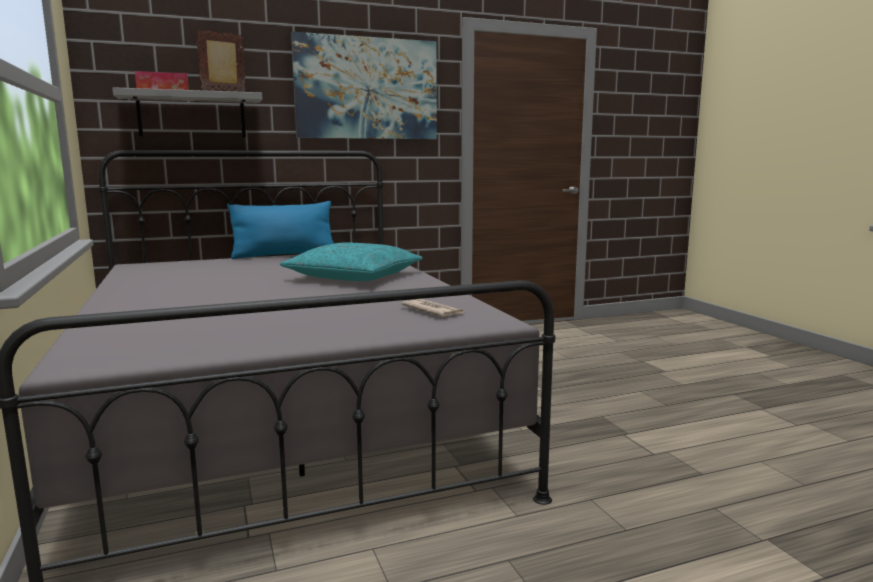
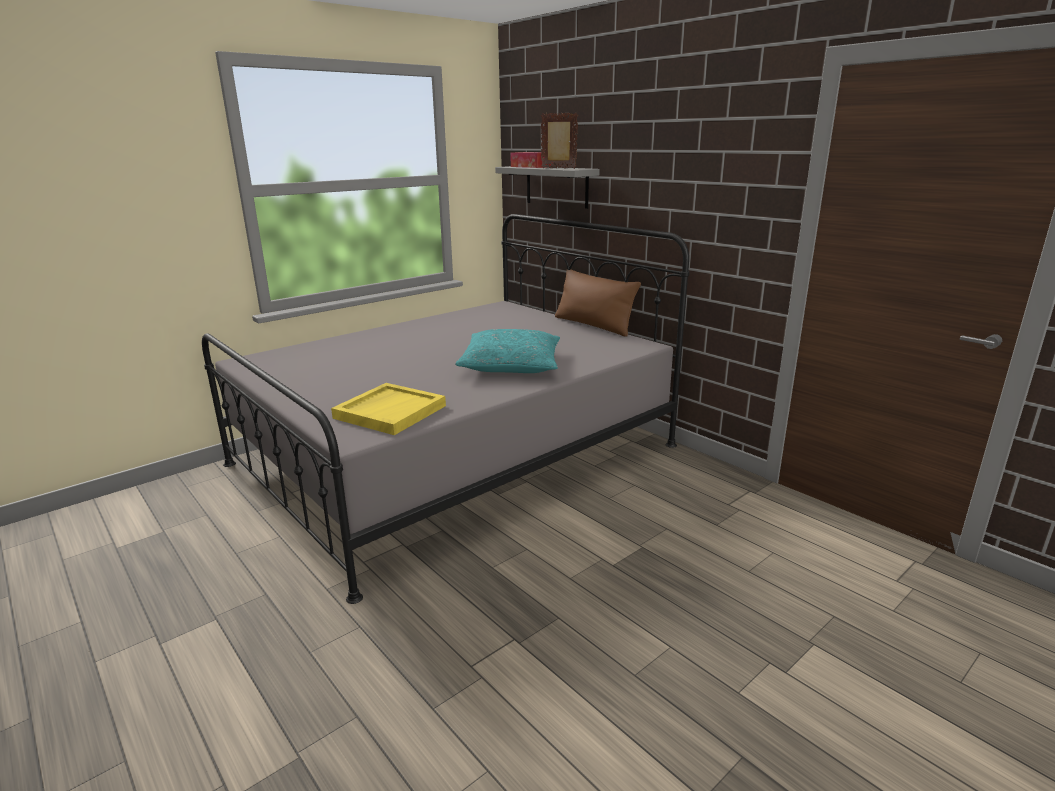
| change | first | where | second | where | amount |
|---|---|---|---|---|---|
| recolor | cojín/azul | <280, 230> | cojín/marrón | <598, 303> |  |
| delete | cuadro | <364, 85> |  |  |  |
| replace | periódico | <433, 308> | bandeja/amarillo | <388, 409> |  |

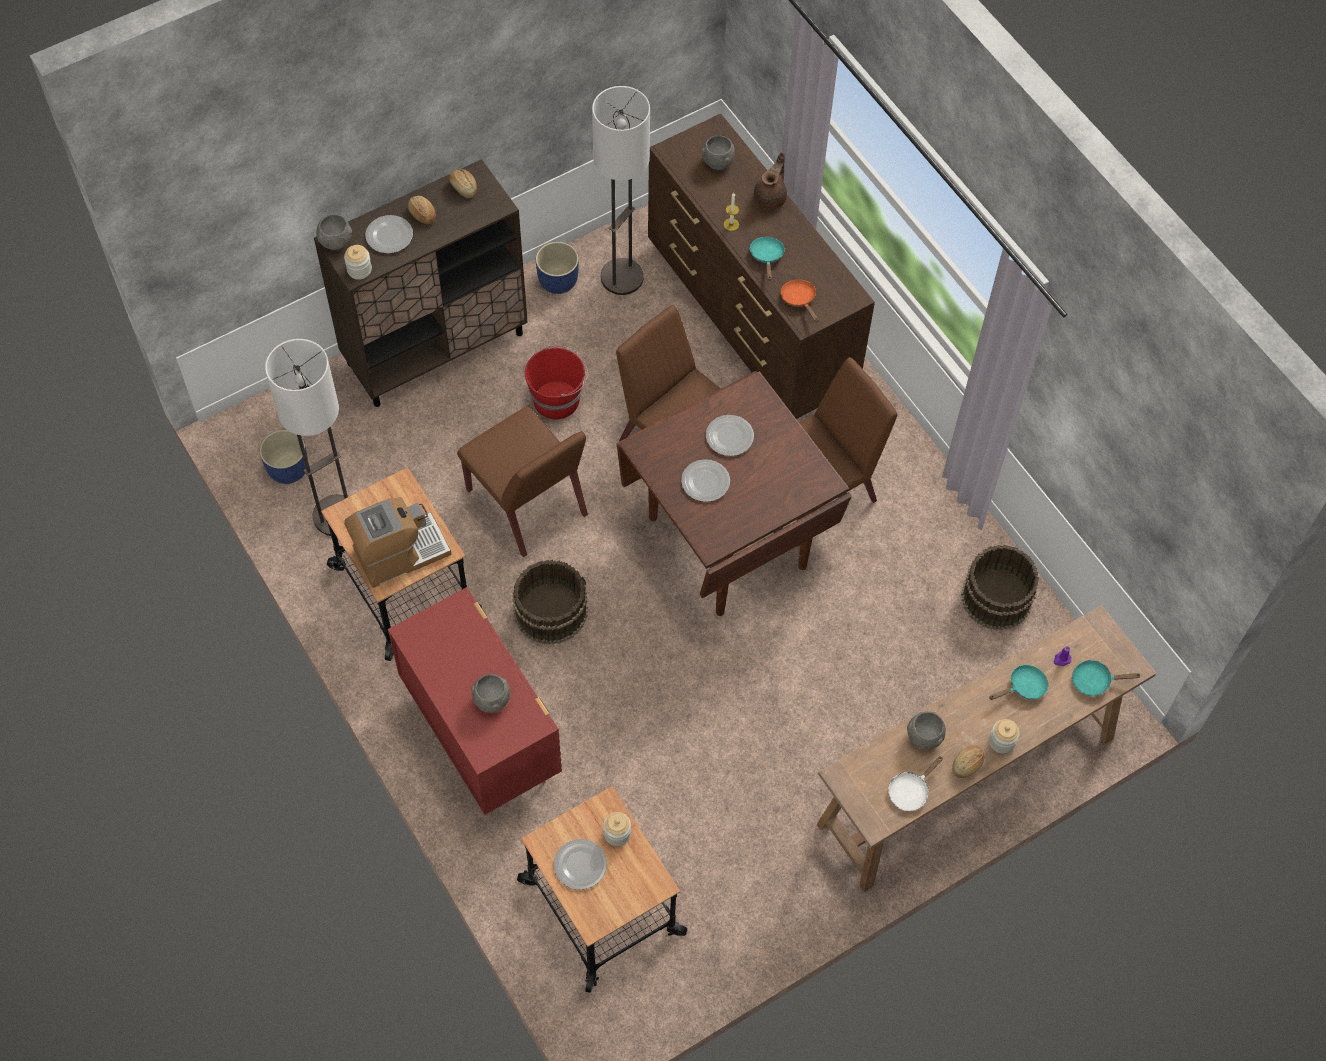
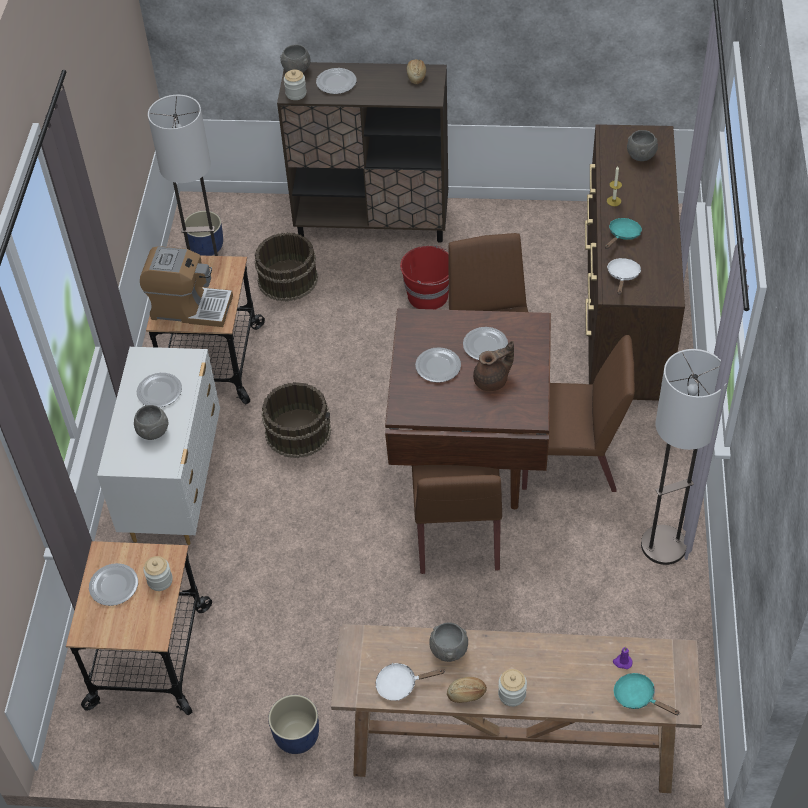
| change | first | where | second | where | amount |
|---|---|---|---|---|---|
| recolor | cómoda/rojo | <475, 701> | cómoda/blanco | <158, 446> |  |
| delete | pan | <422, 210> |  |  |  |
| move | silla/marrón | <522, 481> |  | <457, 519> |  |
| move | maceta/azul | <557, 268> |  | <293, 724> |  |
| move | lámpara de pie | <621, 190> |  | <684, 457> |  |
| move | tetera/marrón | <770, 181> |  | <493, 366> |  |
| recolor | sartén/naranja | <800, 300> | sartén/blanco | <624, 276> |  |
| move | cubo/marrón | <1000, 587> |  | <286, 267> |  |
| delete | sartén/turquesa | <1018, 682> |  |  |  |
| insert |  |  | plato | <159, 390> |  |

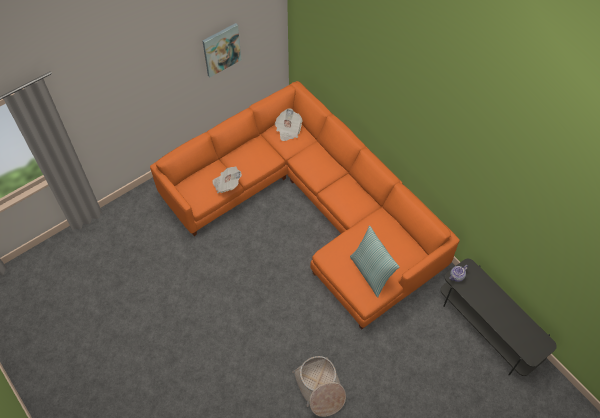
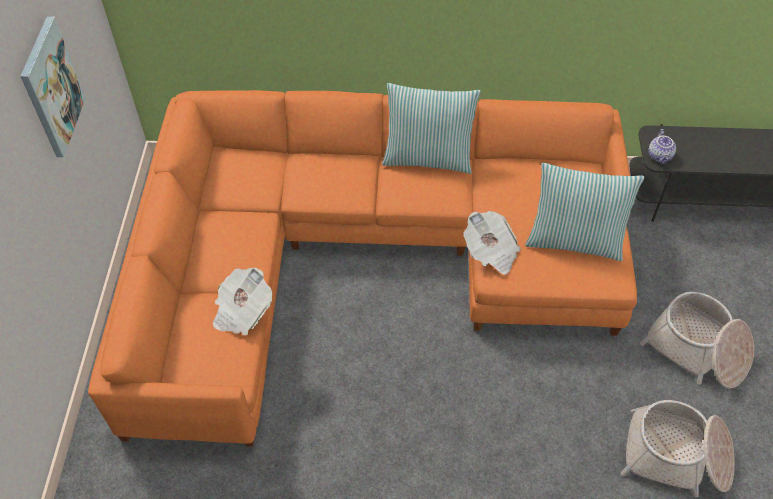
| change | first | where | second | where | amount |
|---|---|---|---|---|---|
| move | periódico | <288, 125> |  | <492, 243> |  |
| insert |  |  | cojín | <431, 128> |  |
| insert |  |  | cesta | <697, 340> |  |

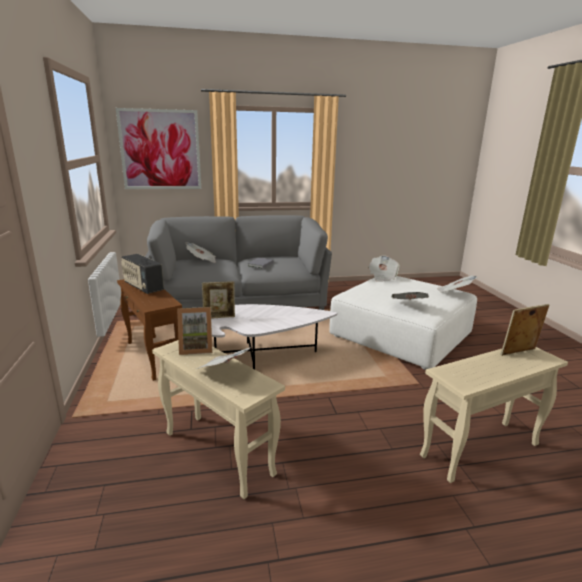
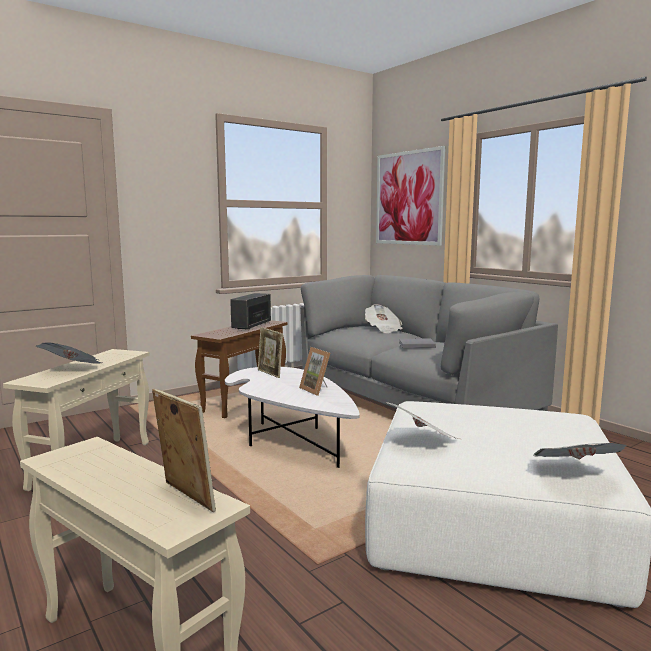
| change | first | where | second | where | amount |
|---|---|---|---|---|---|
| move | portarretratos | <195, 331> |  | <314, 371> |  |
| delete | periódico | <384, 268> |  |  |  |

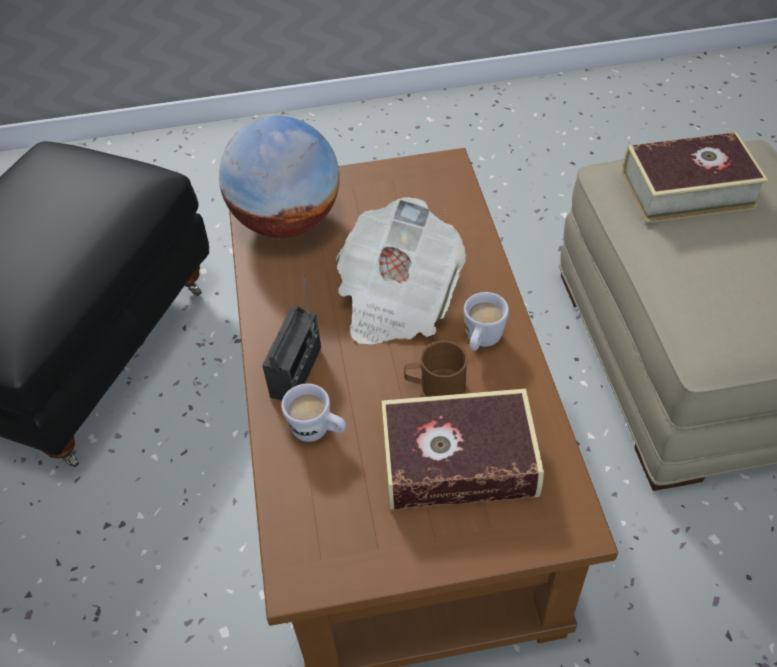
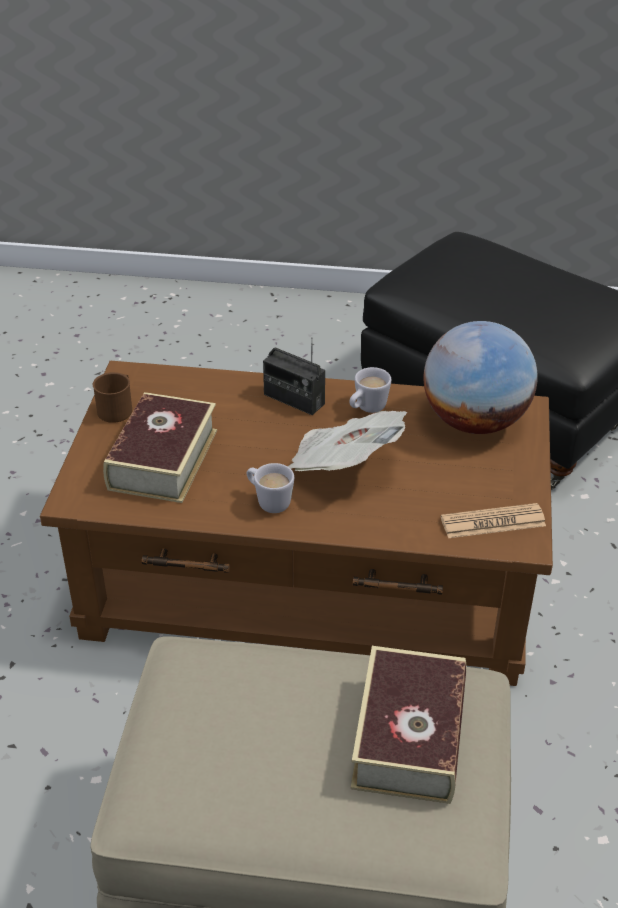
| change | first | where | second | where | amount |
|---|---|---|---|---|---|
| move | taza grande/blanco | <313, 413> |  | <370, 390> |  |
| move | taza grande/marrón | <436, 368> |  | <112, 397> |  |
| insert |  |  | periódico | <493, 520> |  |

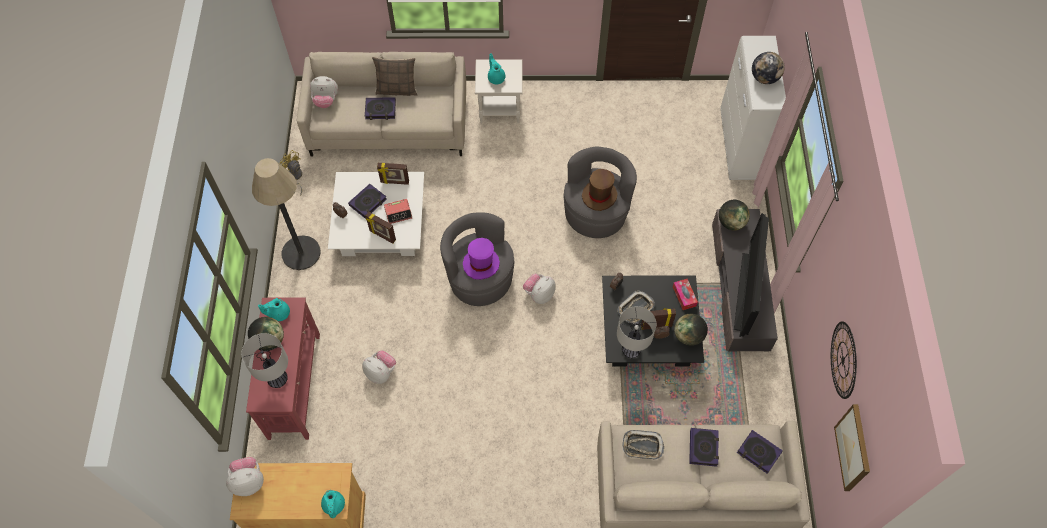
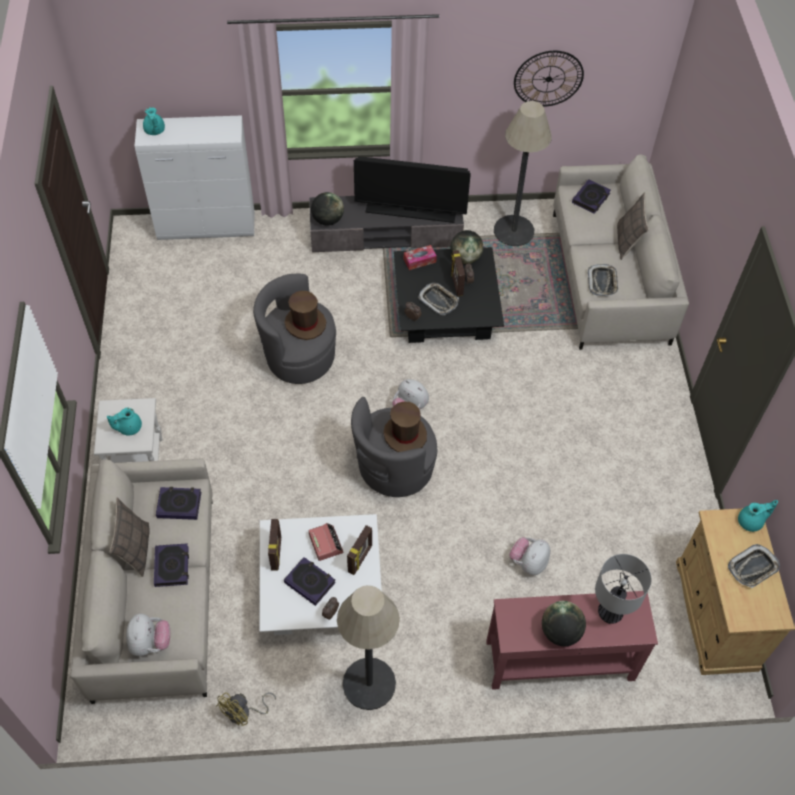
| change | first | where | second | where | amount |
|---|---|---|---|---|---|
| delete | peluche | <245, 476> |  |  |  |
| move | tetera/turquesa | <274, 309> |  | <154, 121> |  |
| recolor | sombrero/morado | <481, 259> | sombrero/marrón | <405, 427> |  |
| delete | lámpara de mesa | <636, 332> |  |  |  |
| move | libro | <704, 447> |  | <178, 503> |  |
| delete | globo terráqueo | <768, 68> |  |  |  |
| delete | cuadro | <852, 447> |  |  |  |
| insert |  |  | lámpara de pie | <523, 173> |  |
| insert |  |  | cojín | <632, 226> |  |
| insert |  |  | bandeja | <754, 566> |  |

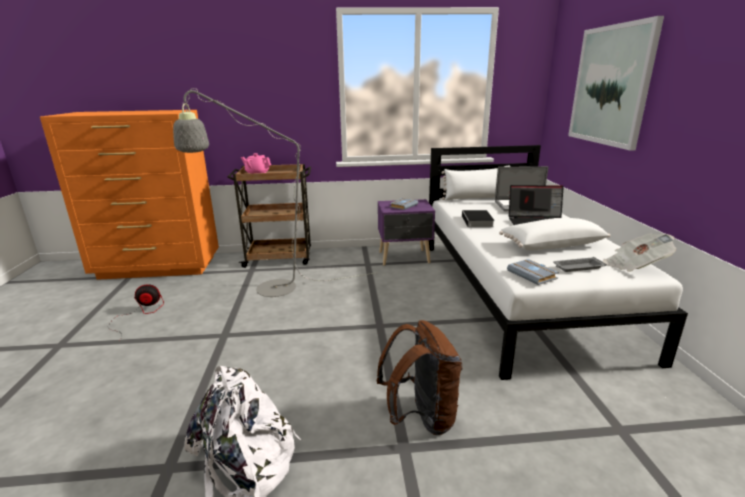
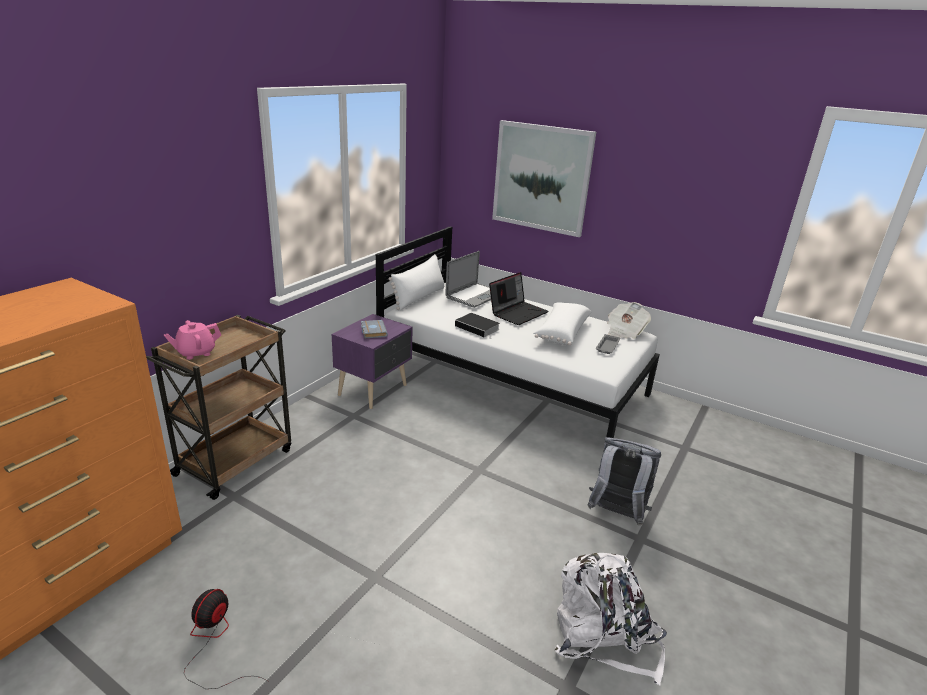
| change | first | where | second | where | amount |
|---|---|---|---|---|---|
| delete | lámpara de pie/gris | <273, 192> |  |  |  |
| recolor | mochila/marrón | <419, 377> | mochila/gris | <624, 481> |  |
| delete | libro/gris | <533, 272> |  |  |  |

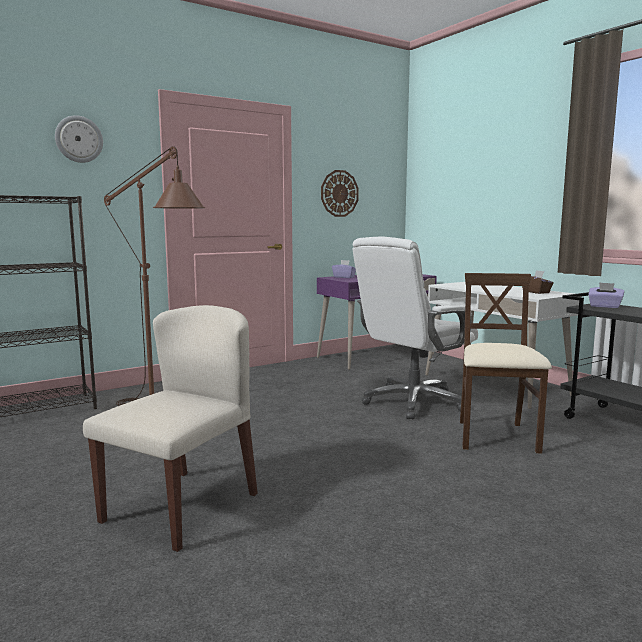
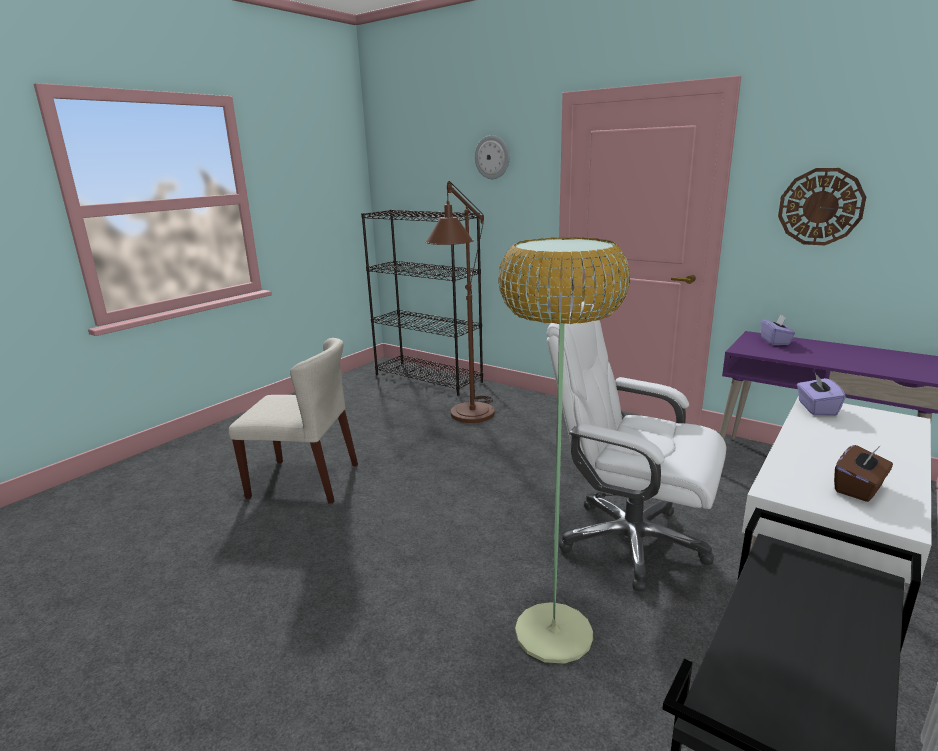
| change | first | where | second | where | amount |
|---|---|---|---|---|---|
| replace | silla/beis | <506, 363> | lámpara de pie | <564, 450> |  |
| move | caja de pañuelos/morado | <606, 295> |  | <821, 394> |  |

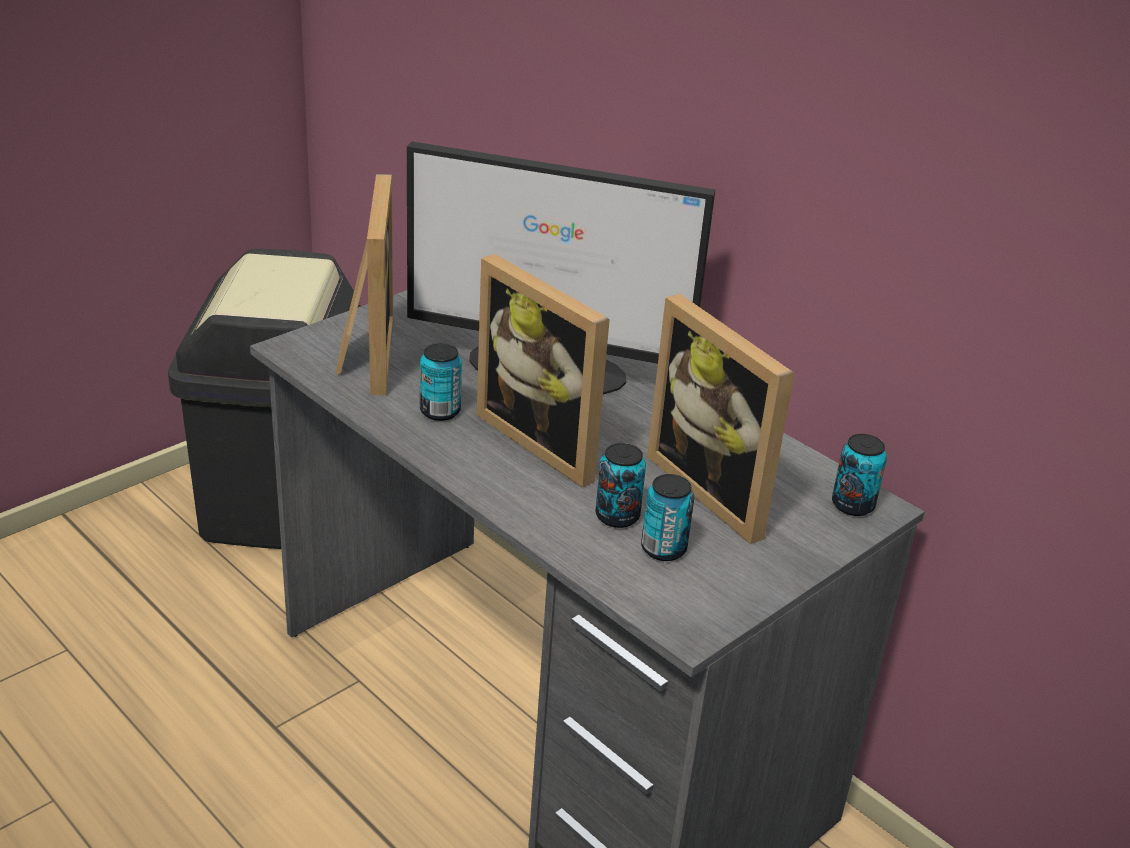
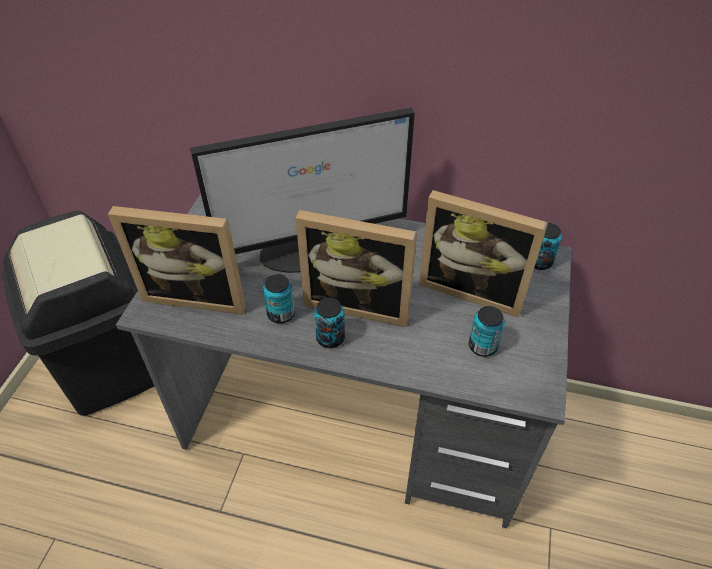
| change | first | where | second | where | amount |
|---|---|---|---|---|---|
| rotate | portarretratos | <364, 284> |  | <177, 260> | 135 degrees clockwise |
| move | lata | <621, 485> |  | <329, 323> |  |

